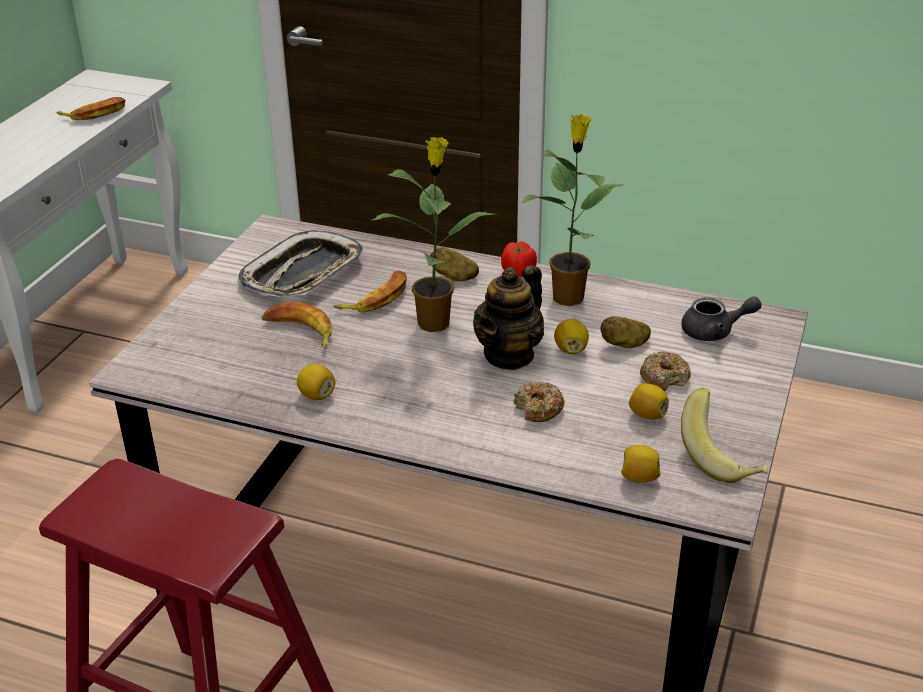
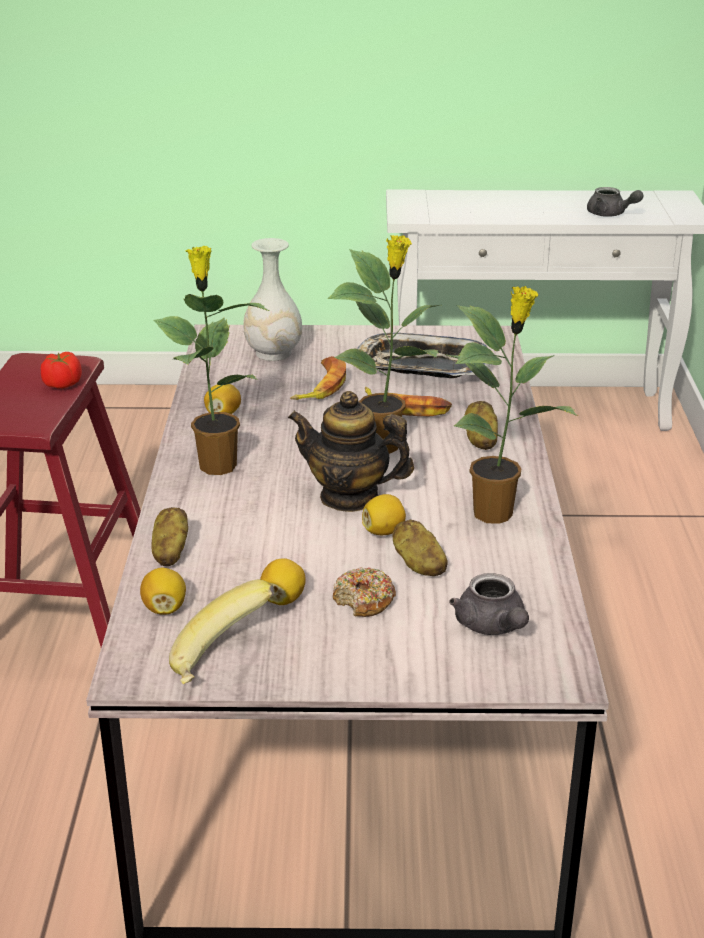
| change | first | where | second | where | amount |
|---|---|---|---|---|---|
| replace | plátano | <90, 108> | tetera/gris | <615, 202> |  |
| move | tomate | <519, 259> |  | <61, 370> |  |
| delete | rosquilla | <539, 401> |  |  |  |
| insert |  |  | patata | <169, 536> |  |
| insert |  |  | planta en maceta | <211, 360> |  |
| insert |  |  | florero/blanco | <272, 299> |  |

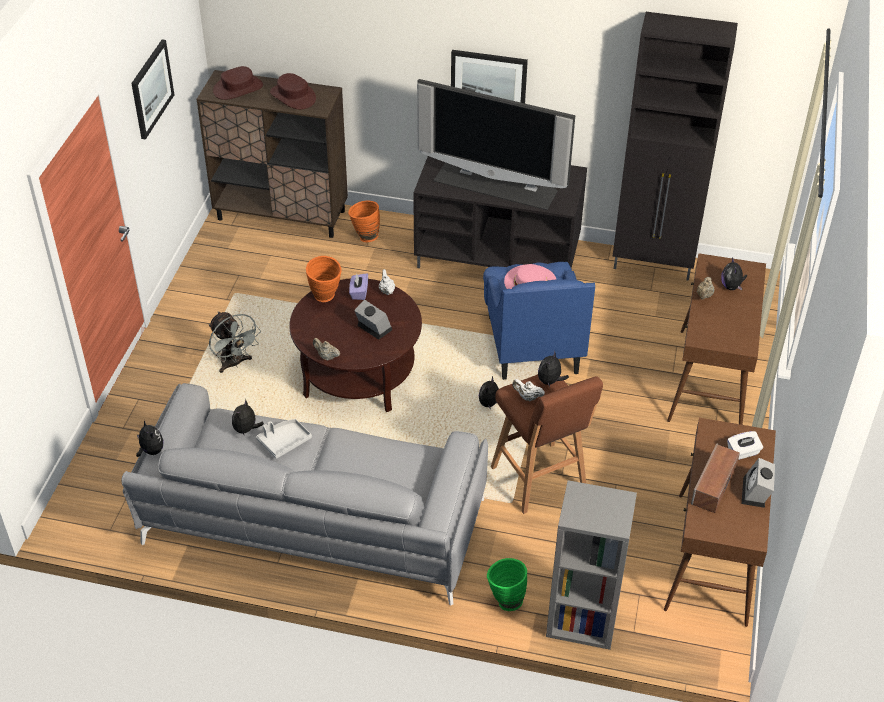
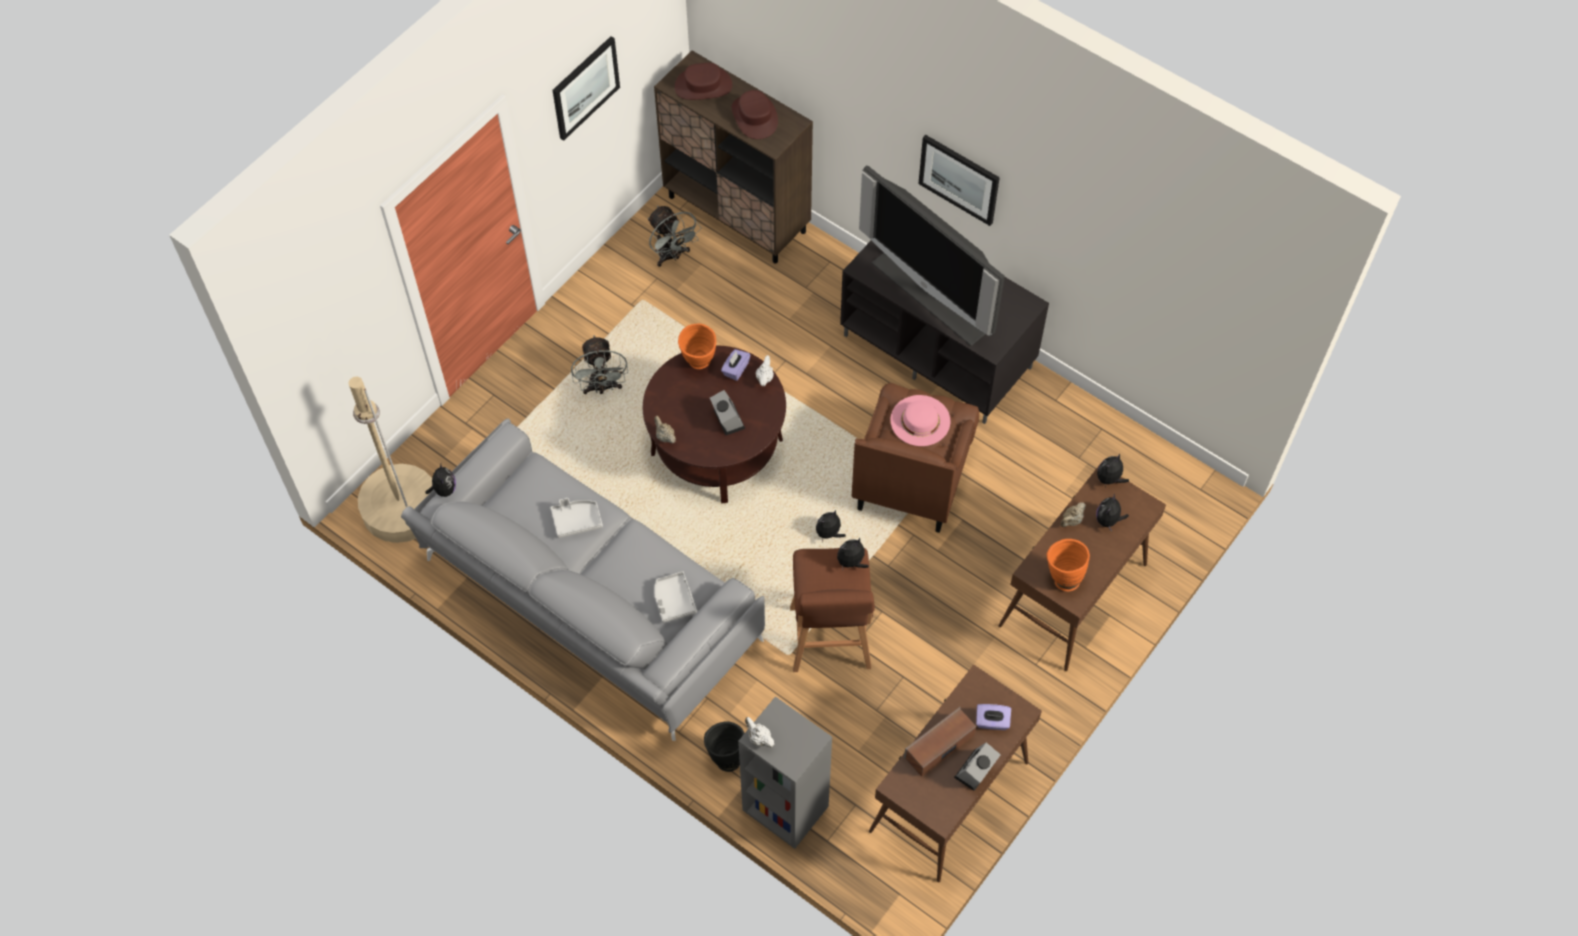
| change | first | where | second | where | amount |
|---|---|---|---|---|---|
| move | peluche | <248, 416> |  | <1113, 470> |  |
| move | florero/naranja | <364, 221> |  | <1068, 565> |  |
| recolor | sillón/azul | <539, 321> | sillón/marrón | <915, 458> |  |
| recolor | florero/verde | <507, 584> | florero/negro | <724, 746> |  |
| move | tetera/blanco | <528, 390> |  | <759, 732> |  |
| delete | armario/negro | <675, 146> |  |  |  |
| recolor | caja de pañuelos/blanco | <745, 445> | caja de pañuelos/morado | <993, 717> |  |
| insert |  |  | lámpara de pie/beis | <391, 460> |  |
| insert |  |  | ventilador/gris | <674, 236> |  |
| insert |  |  | bandeja/gris | <675, 597> |  |

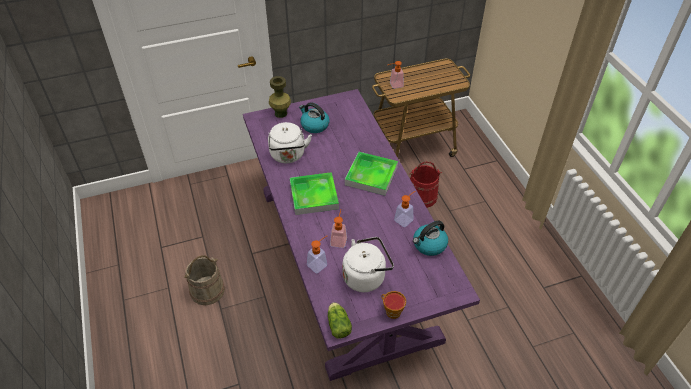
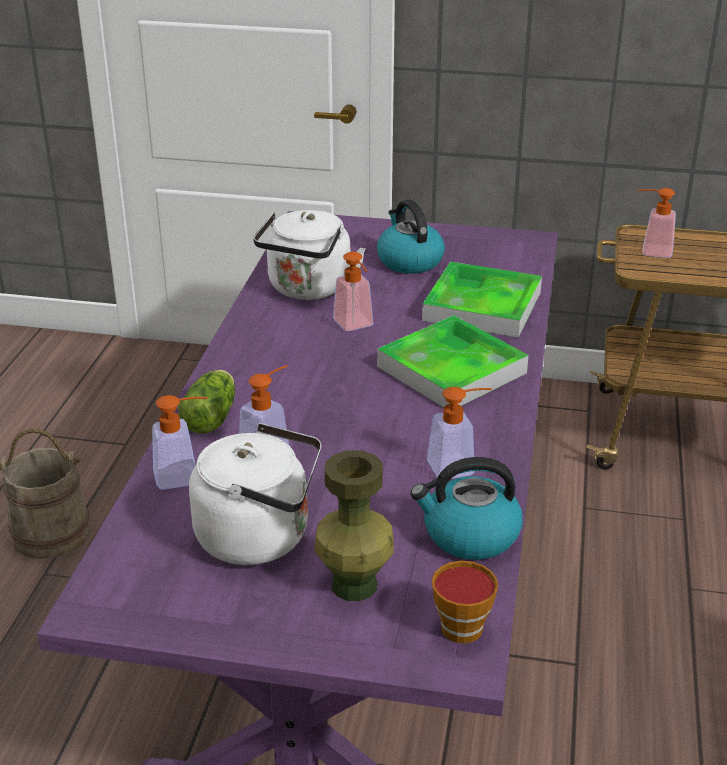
| change | first | where | second | where | amount |
|---|---|---|---|---|---|
| move | florero/verde | <280, 97> |  | <354, 525> |  |
| move | bandeja | <314, 193> |  | <482, 300> |  |
| move | lechuga | <340, 320> |  | <206, 402> |  |
| move | taza | <393, 305> |  | <465, 602> |  |
| delete | cubo/rojo | <425, 184> |  |  |  |
| insert |  |  | dispensador de jabón | <353, 291> |  |

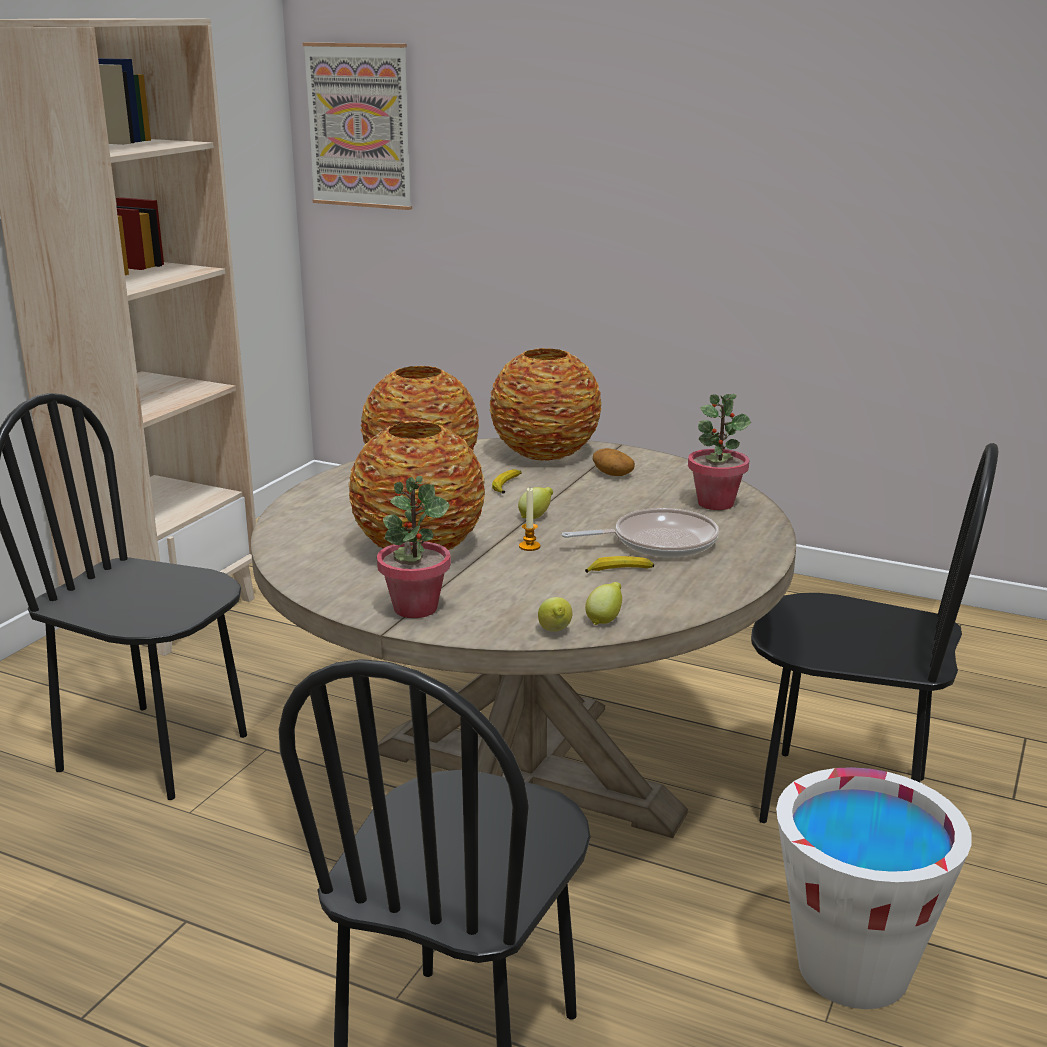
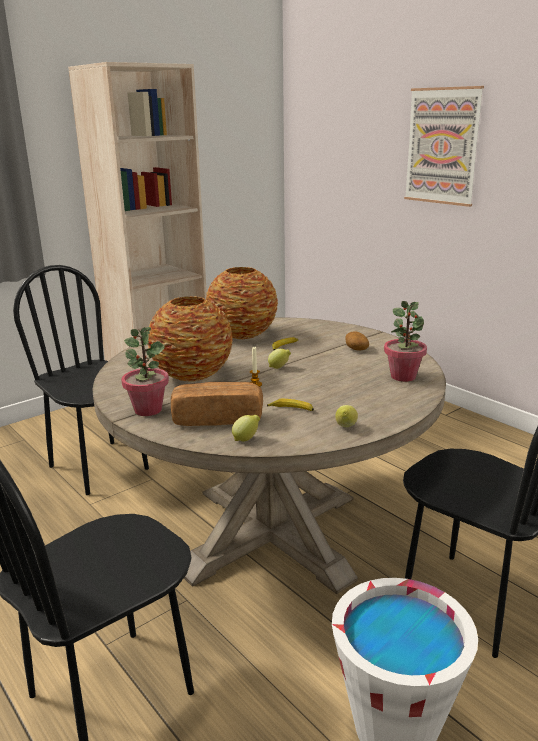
| change | first | where | second | where | amount |
|---|---|---|---|---|---|
| move | cuadro | <357, 126> |  | <444, 146> |  |
| delete | florero | <545, 404> |  |  |  |
| move | limón | <555, 614> |  | <346, 416> |  |
| delete | sartén | <640, 533> |  |  |  |
| insert |  |  | pan | <217, 404> |  |

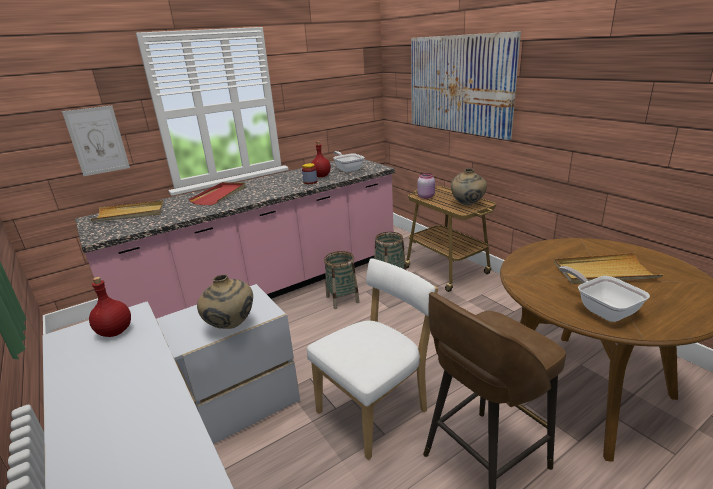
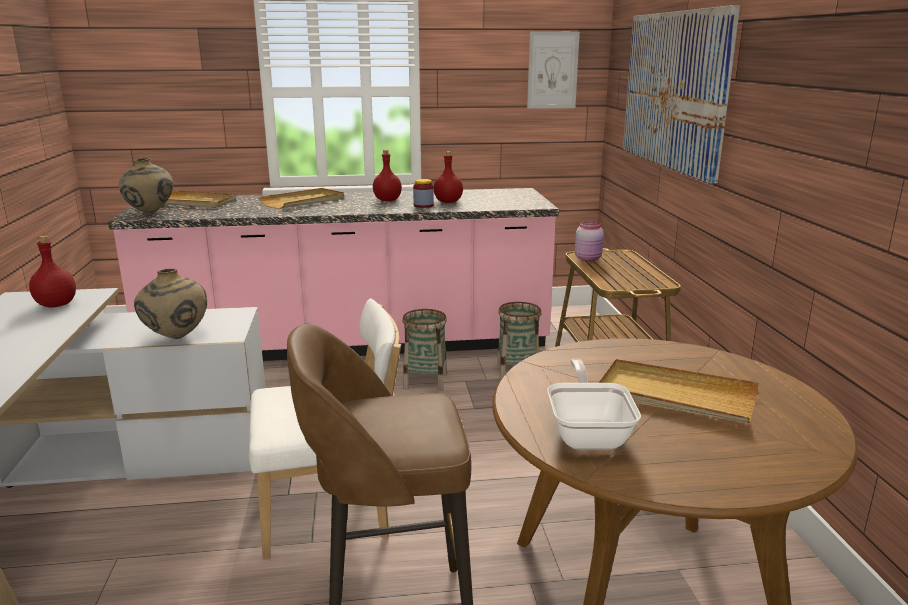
| change | first | where | second | where | amount |
|---|---|---|---|---|---|
| move | cuadro | <96, 141> |  | <553, 70> |  |
| recolor | bandeja/rojo | <217, 193> | bandeja/beis | <301, 198> |  |
| delete | sartén | <348, 161> |  |  |  |
| move | florero/beis | <469, 186> |  | <146, 185> |  |
| insert |  |  | botella/rojo | <387, 175> |  |

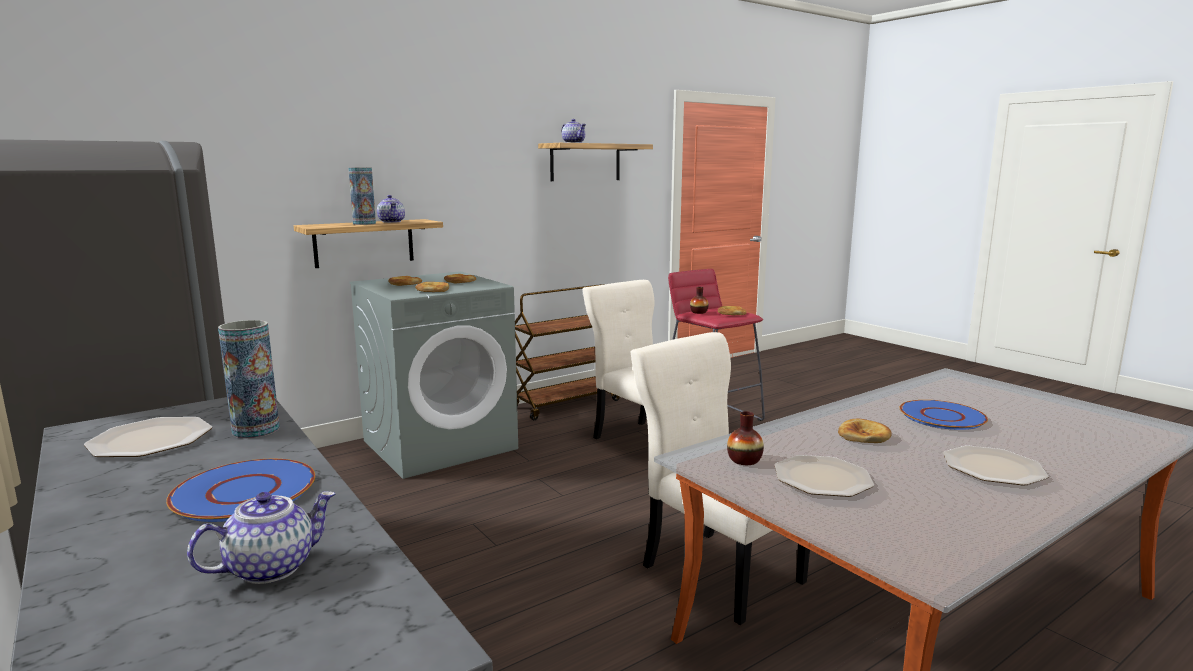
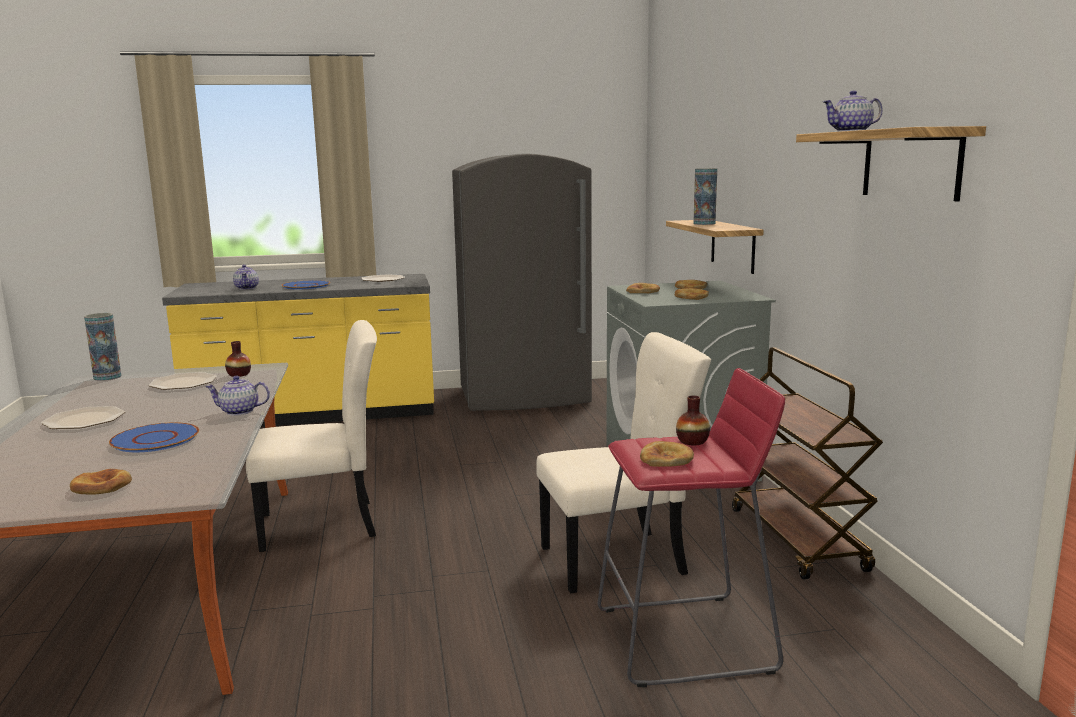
| change | first | where | second | where | amount |
|---|---|---|---|---|---|
| move | florero | <249, 379> |  | <103, 347> |  |
| move | tetera | <391, 209> |  | <237, 396> |  |
| move | pan | <865, 431> |  | <101, 482> |  |

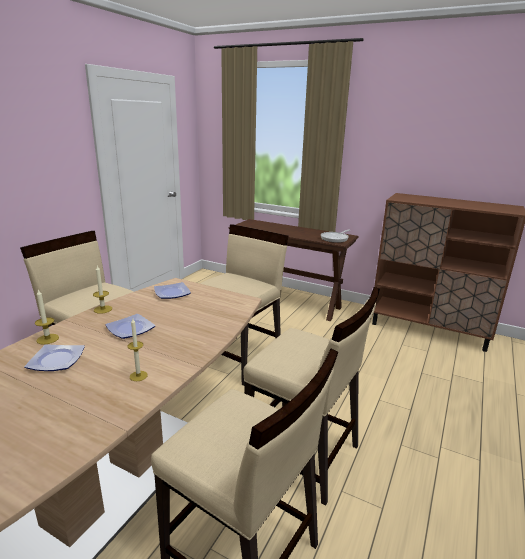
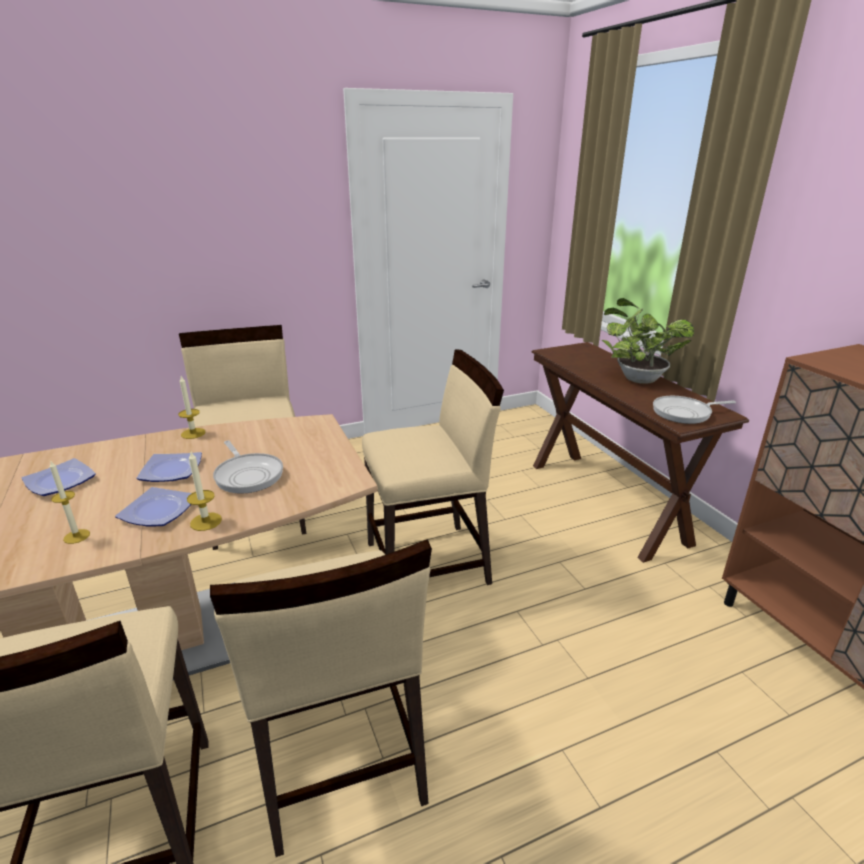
| change | first | where | second | where | amount |
|---|---|---|---|---|---|
| move | vela | <47, 317> |  | <204, 491> |  |
| move | plato | <172, 290> |  | <153, 507> |  |
| insert |  |  | sartén | <248, 467> |  |
| insert |  |  | planta en maceta | <648, 341> |  |

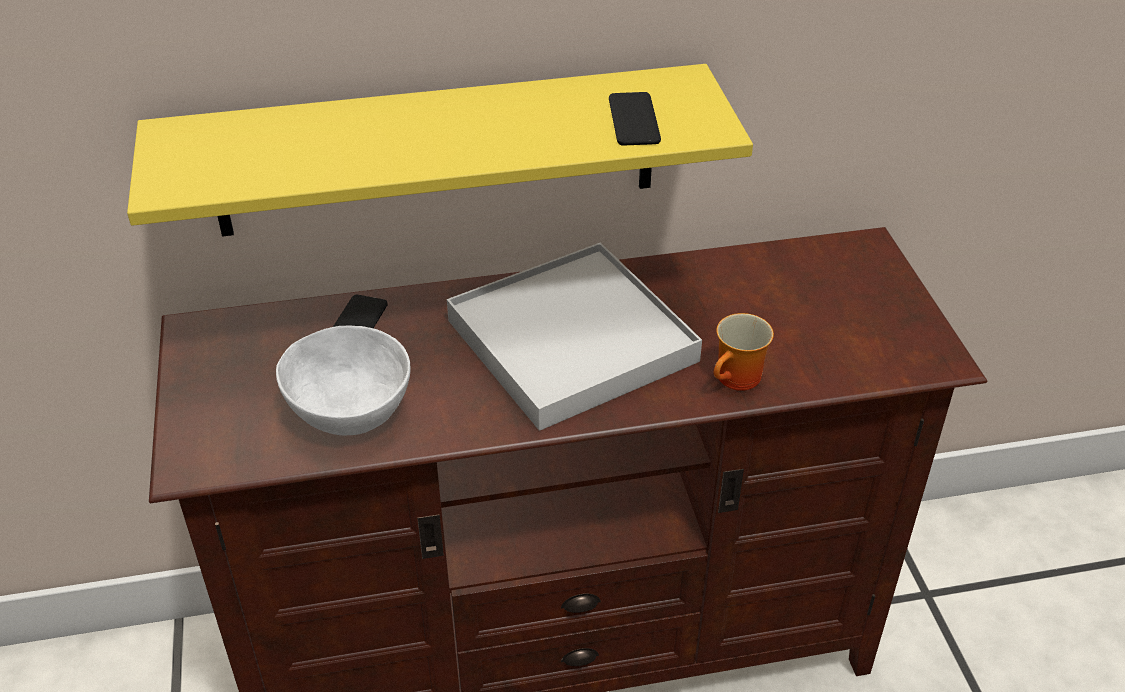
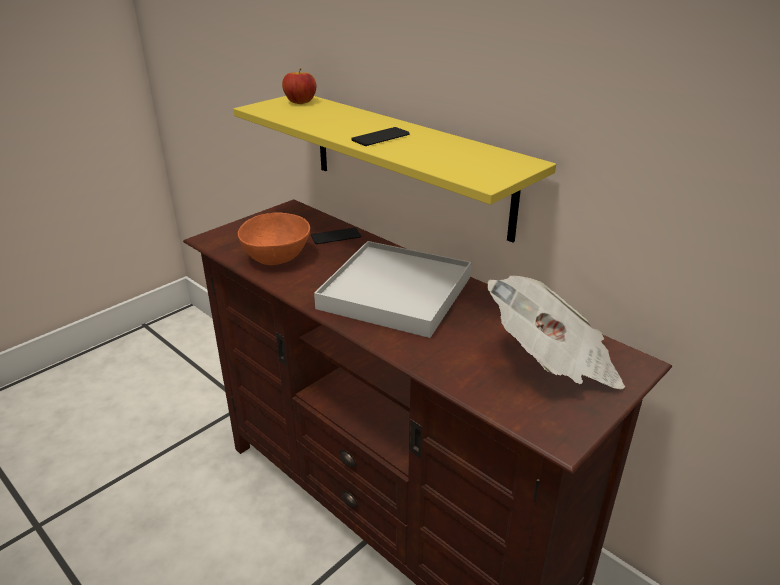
| change | first | where | second | where | amount |
|---|---|---|---|---|---|
| recolor | cuenco/blanco | <343, 380> | cuenco/naranja | <274, 238> |  |
| move | móvil | <635, 118> |  | <381, 136> |  |
| delete | taza grande | <744, 352> |  |  |  |
| insert |  |  | manzana | <299, 86> |  |
| insert |  |  | periódico | <556, 332> |  |

